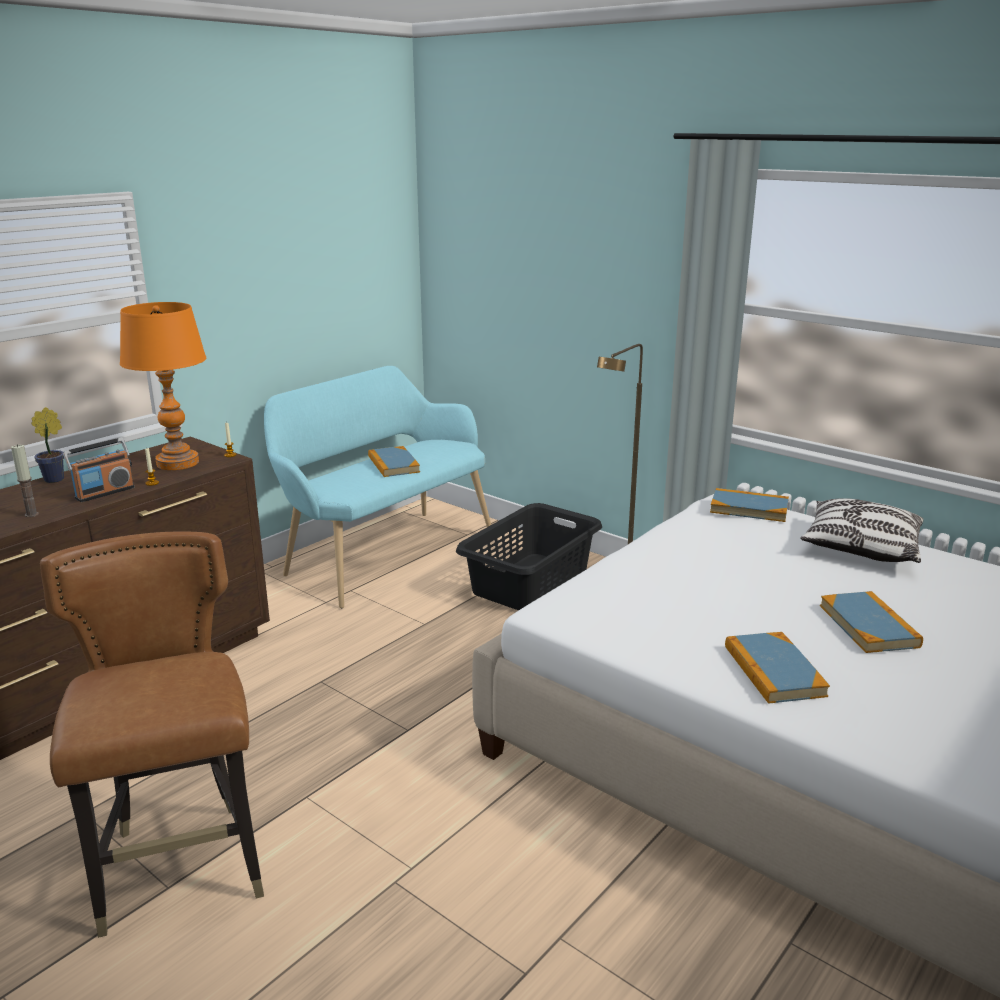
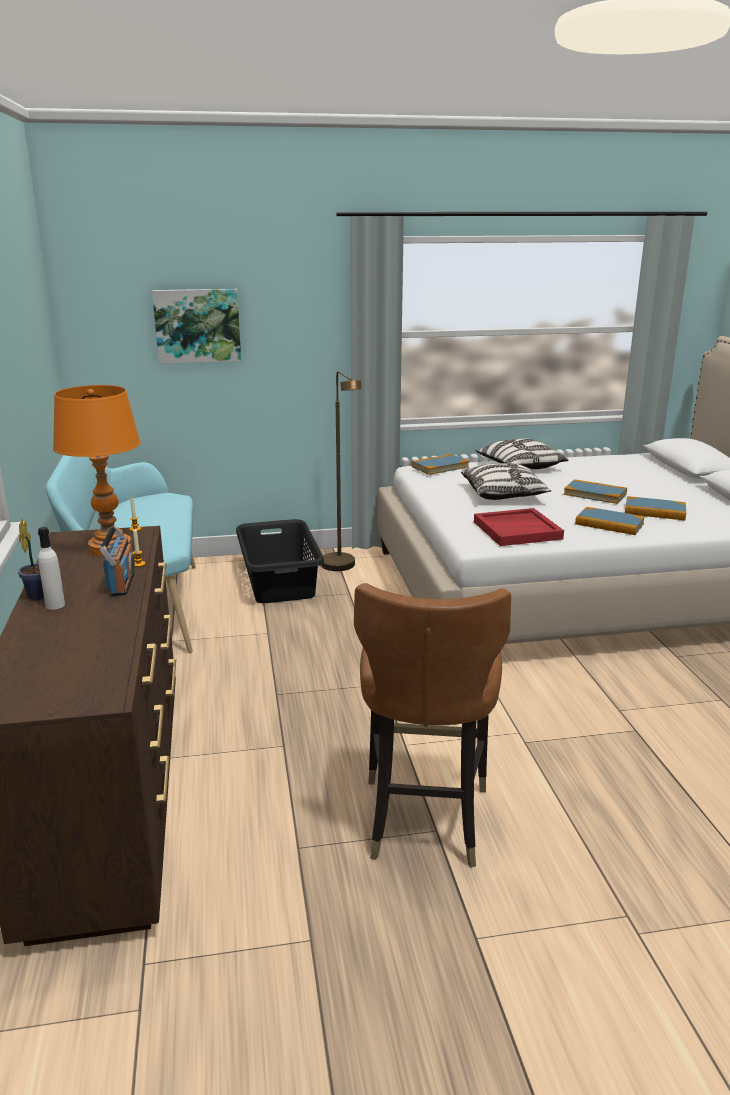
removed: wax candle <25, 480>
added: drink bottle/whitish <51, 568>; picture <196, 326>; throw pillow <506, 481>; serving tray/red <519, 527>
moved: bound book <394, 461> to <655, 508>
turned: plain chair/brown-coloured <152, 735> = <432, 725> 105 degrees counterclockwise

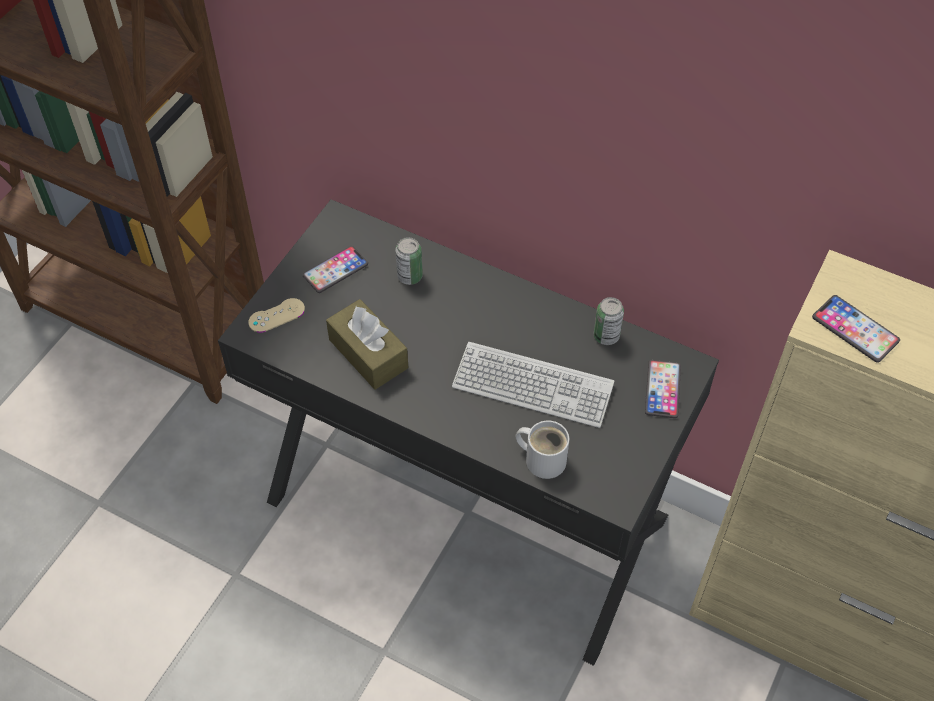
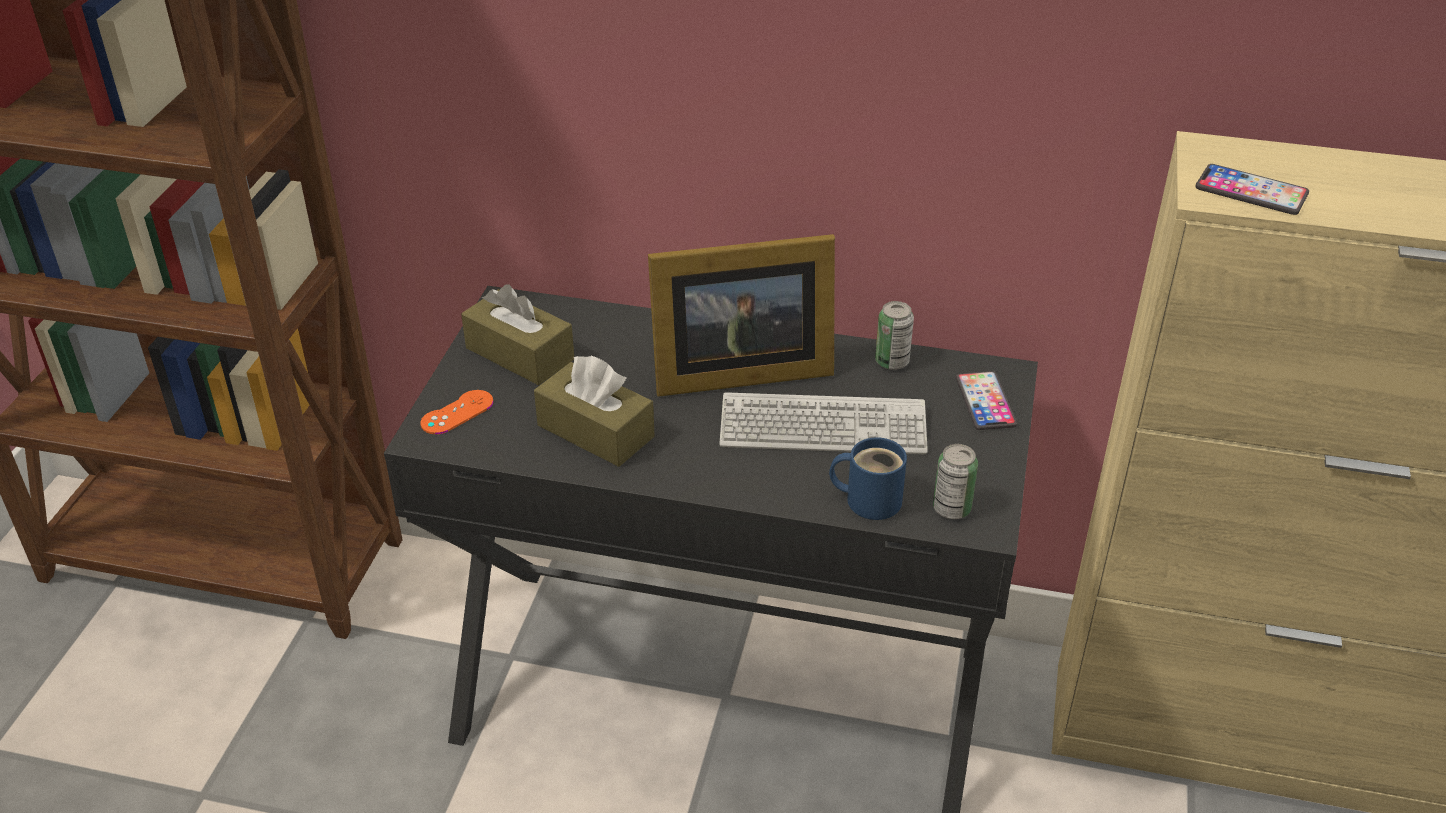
added: standing frame <741, 315>
moved: can <409, 261> to <955, 481>
replaced: handset <335, 269> to box of tissues/brown-coloured <517, 334>
recoloured: joypad/beige <276, 315> to joypad/orangey <457, 412>; mug/whitish <543, 450> to mug/blue-coloured <868, 478>

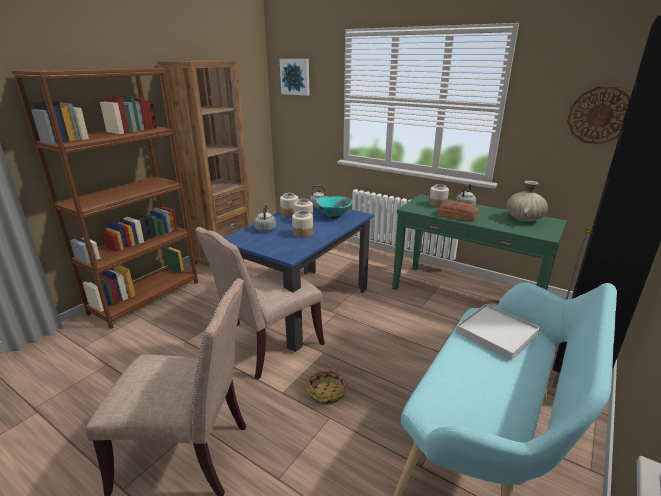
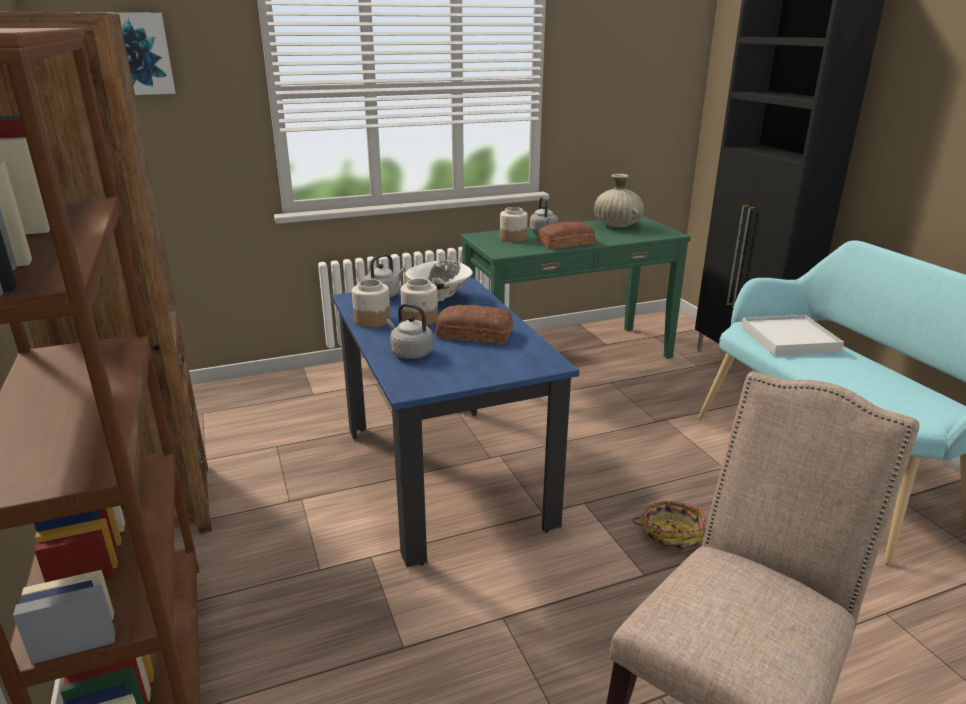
removed: plain chair/beige <260, 303>; hanging clock <598, 115>
replaced: storage jar <302, 224> to baked bread <474, 324>
recoloured: bowl/turquoise-coloured <333, 207> to bowl/whitish <439, 281>

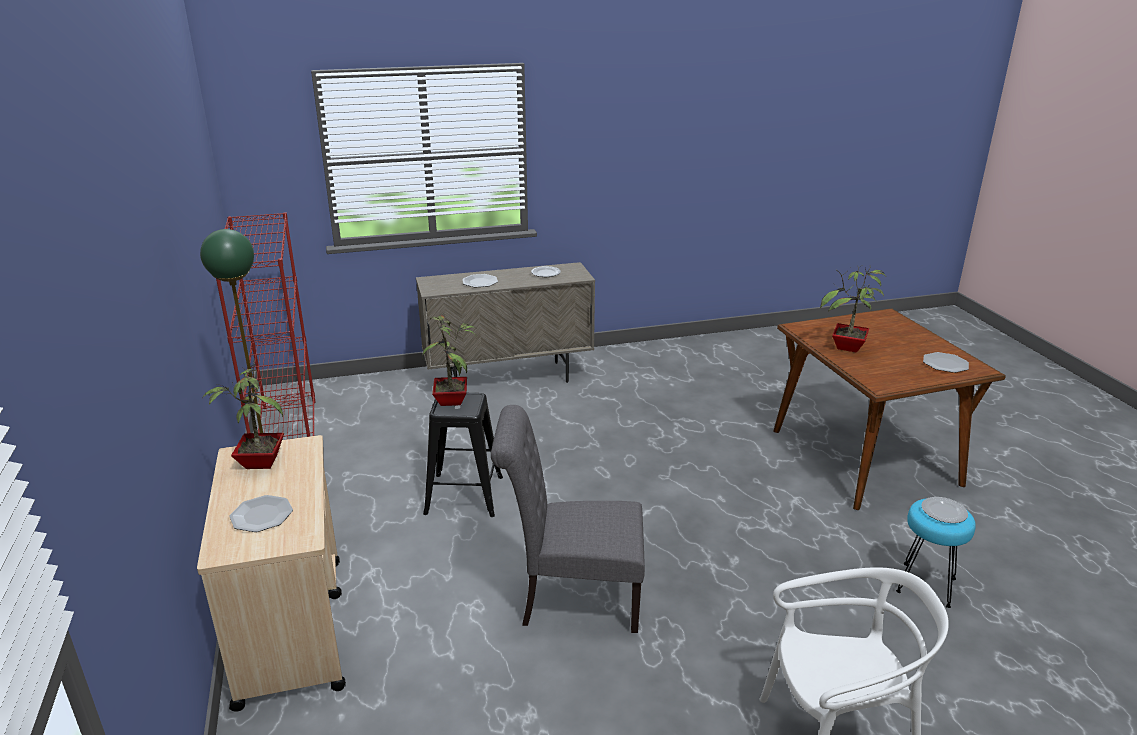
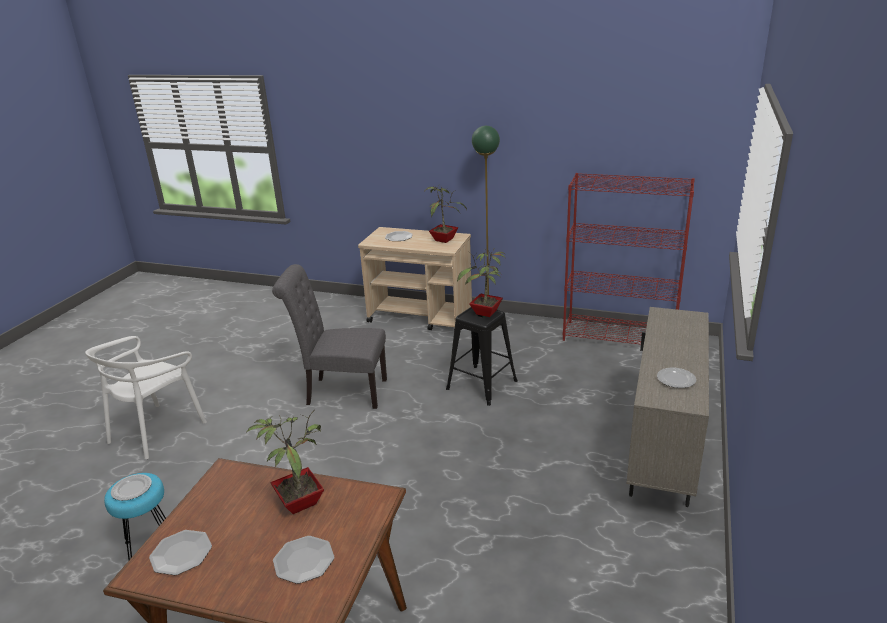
moved: dinner plate <480, 280> to <303, 560>
turned: plain chair/gray <568, 519> = <329, 336> 120 degrees counterclockwise

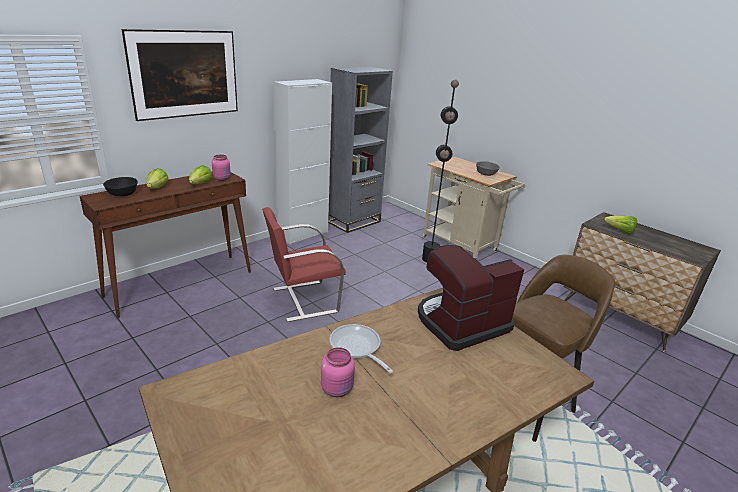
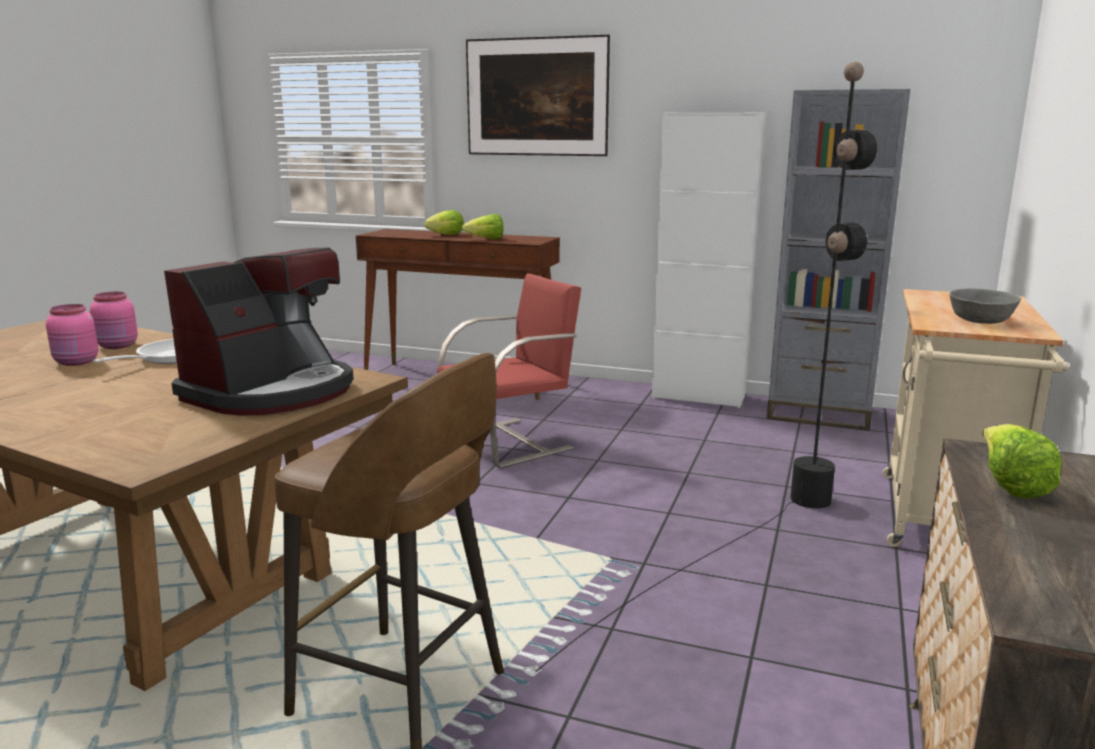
removed: bowl/black <120, 186>
moved: storage jar/pinkish <221, 168> to <114, 320>
turned: coffee machine <471, 298> = <259, 331> 90 degrees clockwise; plain chair/red <304, 264> = <509, 370> 105 degrees clockwise

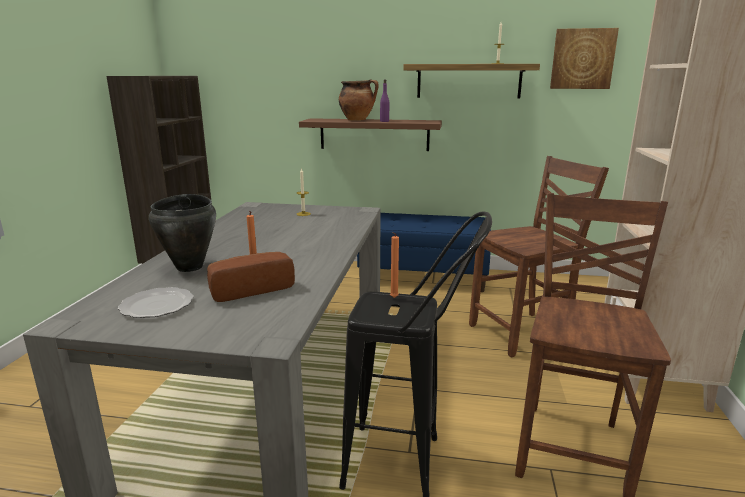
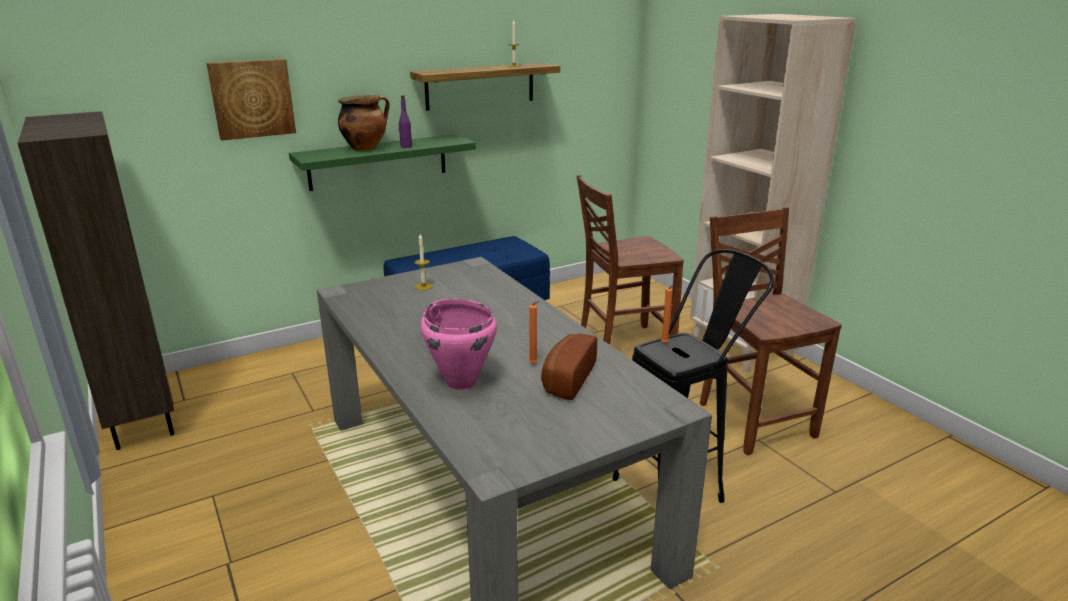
removed: dinner plate <156, 302>
moved: picture <584, 58> to <251, 100>
recoloured: bracket shelf/brown-coloured <370, 134> to bracket shelf/green <382, 162>; stockpot/black <182, 233> to stockpot/pinkish <459, 344>
turned: plain chair/brown-coloured <539, 257> = <630, 260> 135 degrees counterclockwise

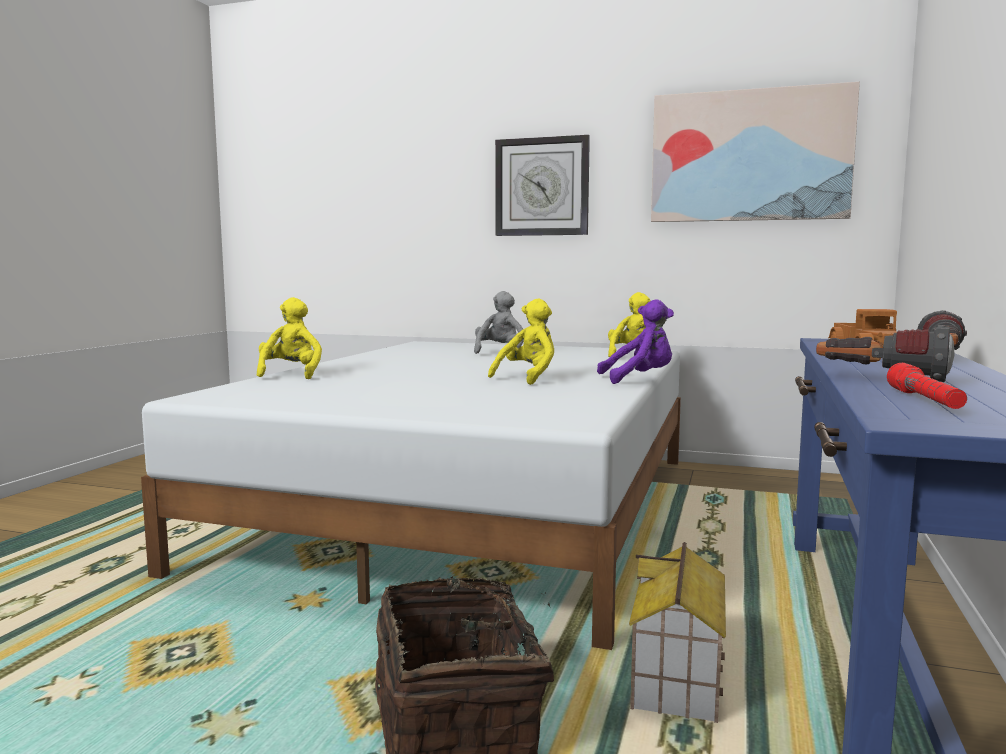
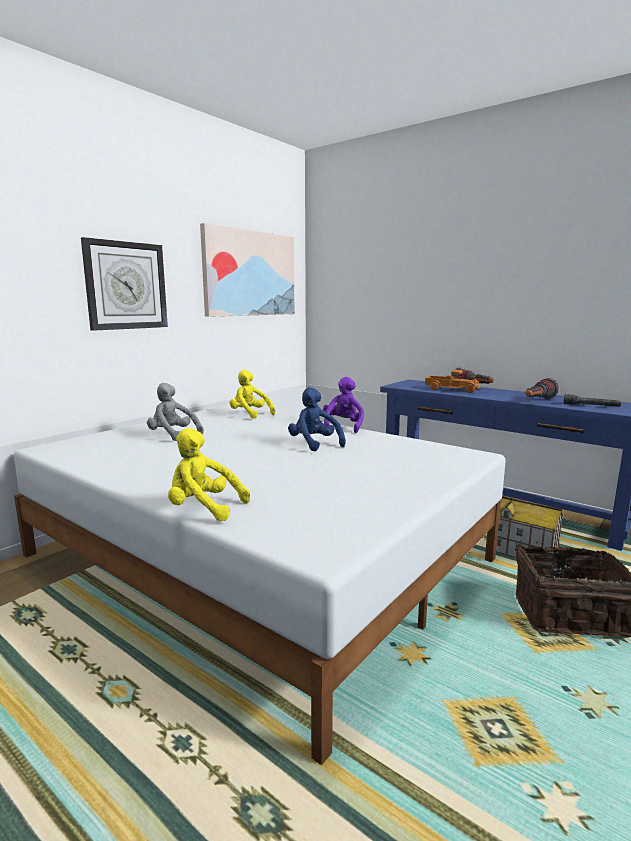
recoloured: soft toy/yellow-coloured <521, 342> to soft toy/blue-coloured <317, 419>; hand torch/red <927, 386> to hand torch/gray <592, 400>

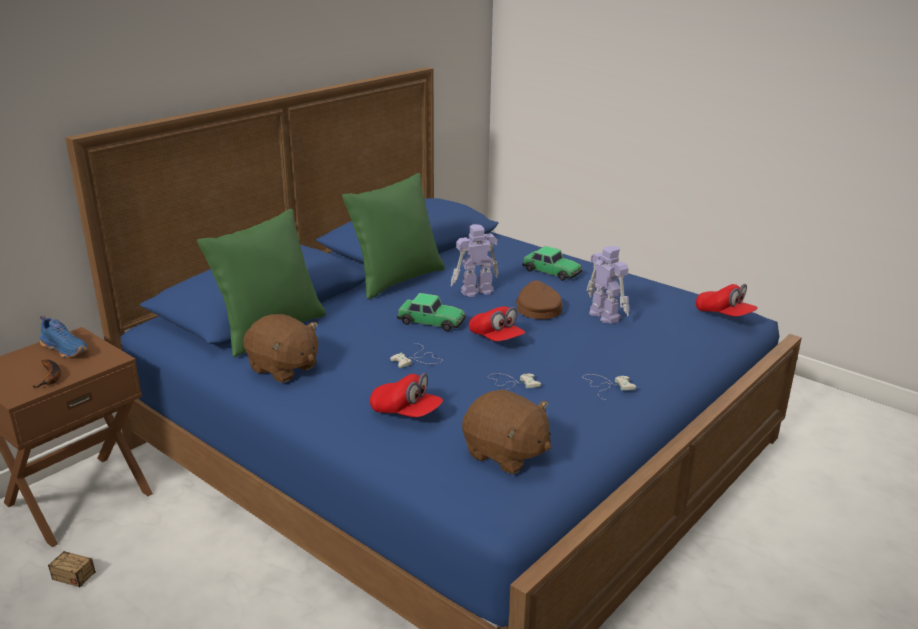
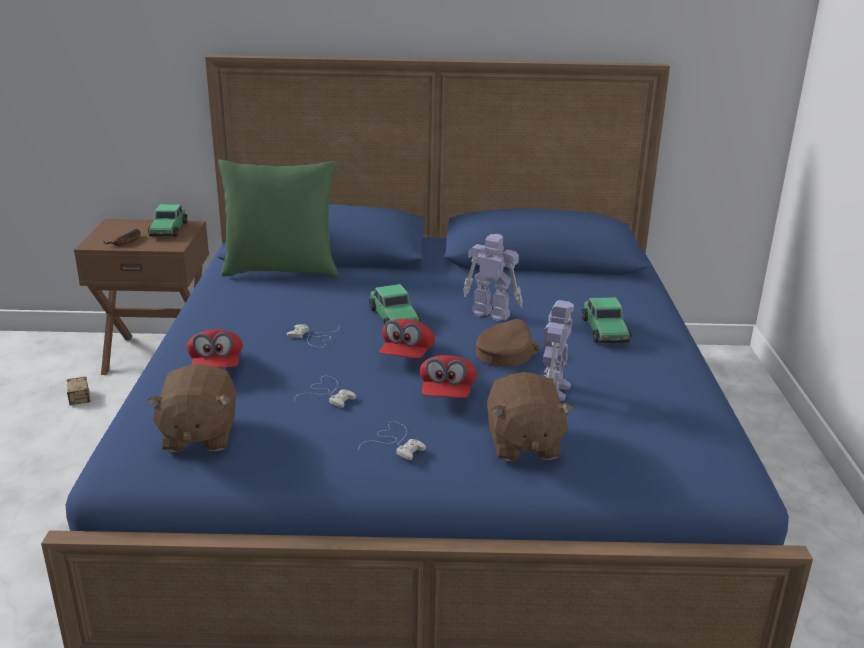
removed: throw pillow/green <393, 236>
moved: baseball cap/red <726, 300> to <448, 376>; soft toy/brown-coloured <280, 348> to <530, 416>
replaced: low shoe/blue-coloured <64, 336> to miniature car <168, 220>

